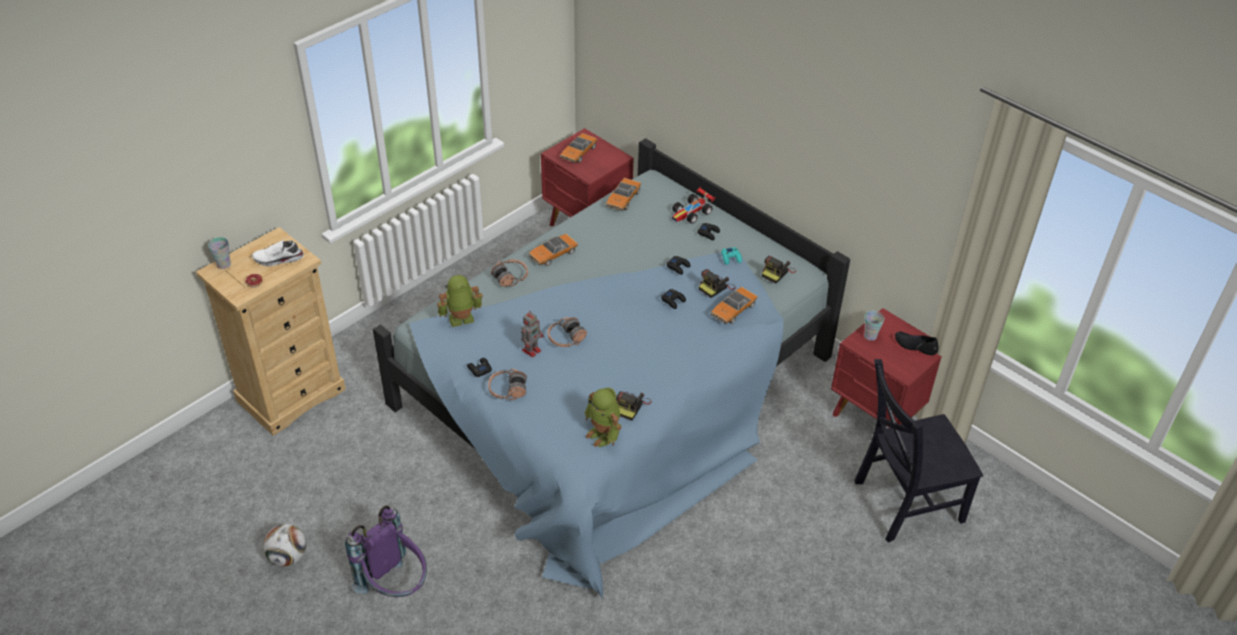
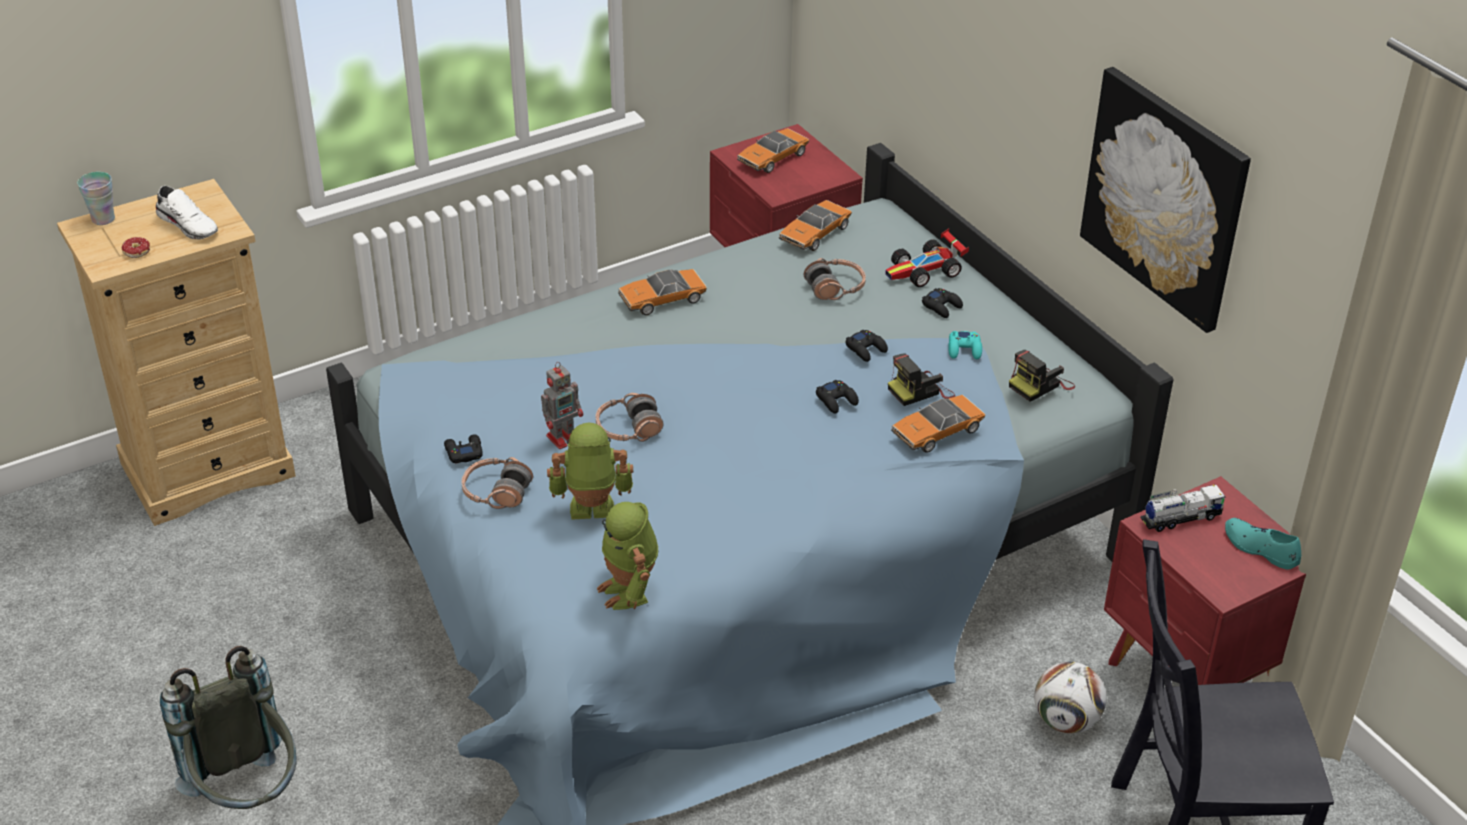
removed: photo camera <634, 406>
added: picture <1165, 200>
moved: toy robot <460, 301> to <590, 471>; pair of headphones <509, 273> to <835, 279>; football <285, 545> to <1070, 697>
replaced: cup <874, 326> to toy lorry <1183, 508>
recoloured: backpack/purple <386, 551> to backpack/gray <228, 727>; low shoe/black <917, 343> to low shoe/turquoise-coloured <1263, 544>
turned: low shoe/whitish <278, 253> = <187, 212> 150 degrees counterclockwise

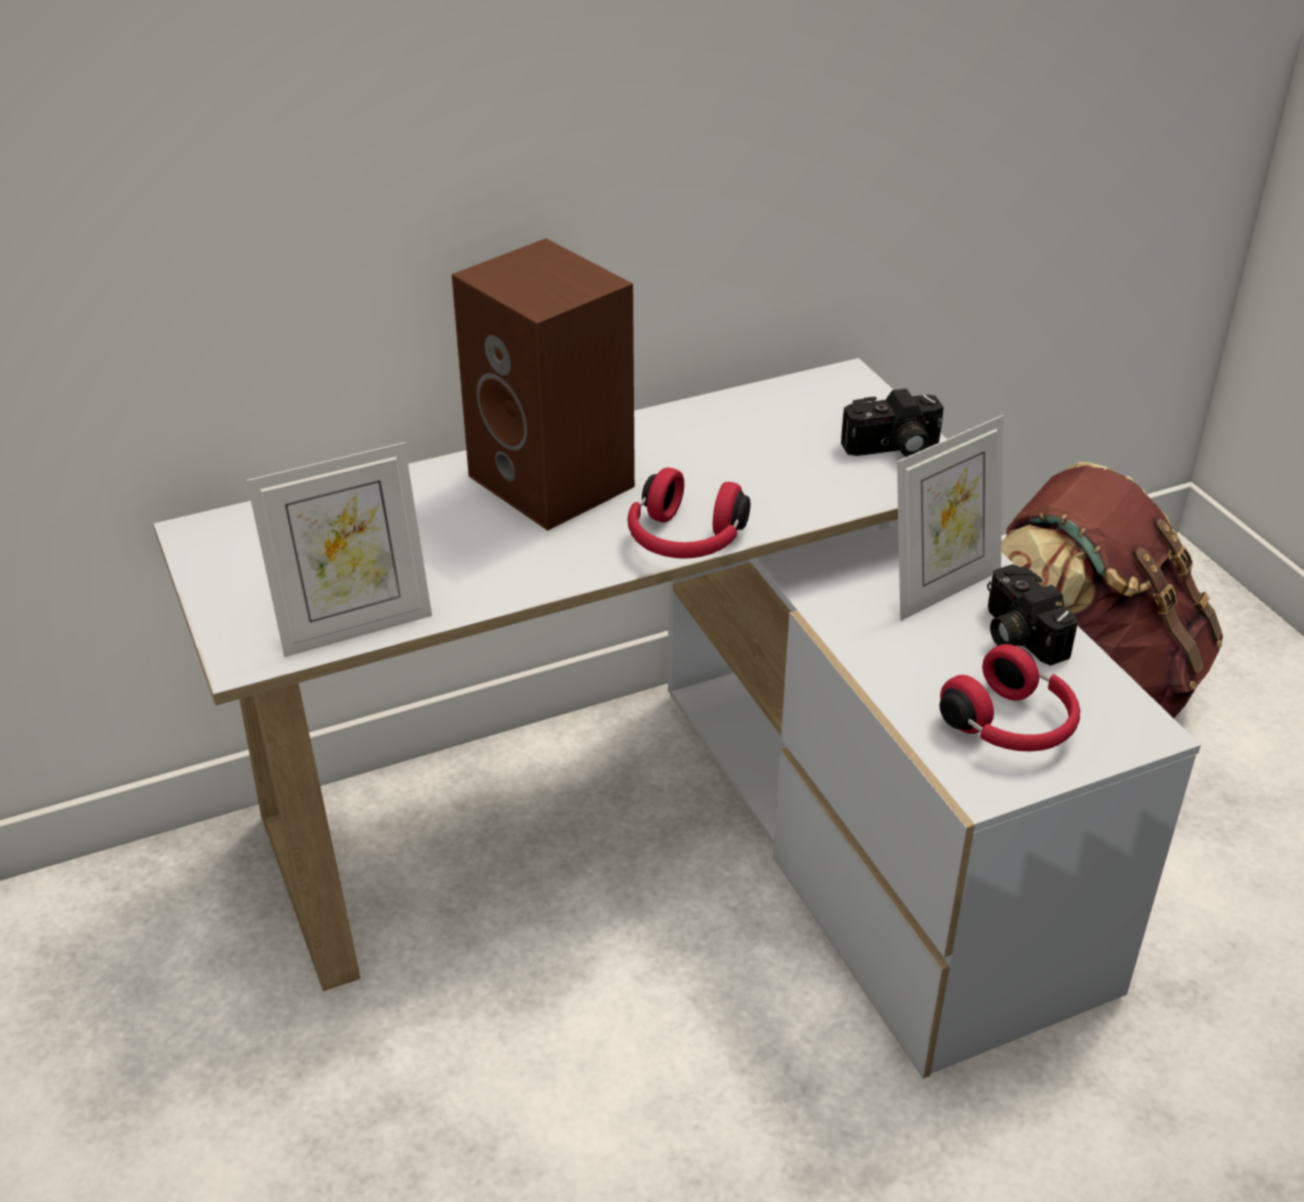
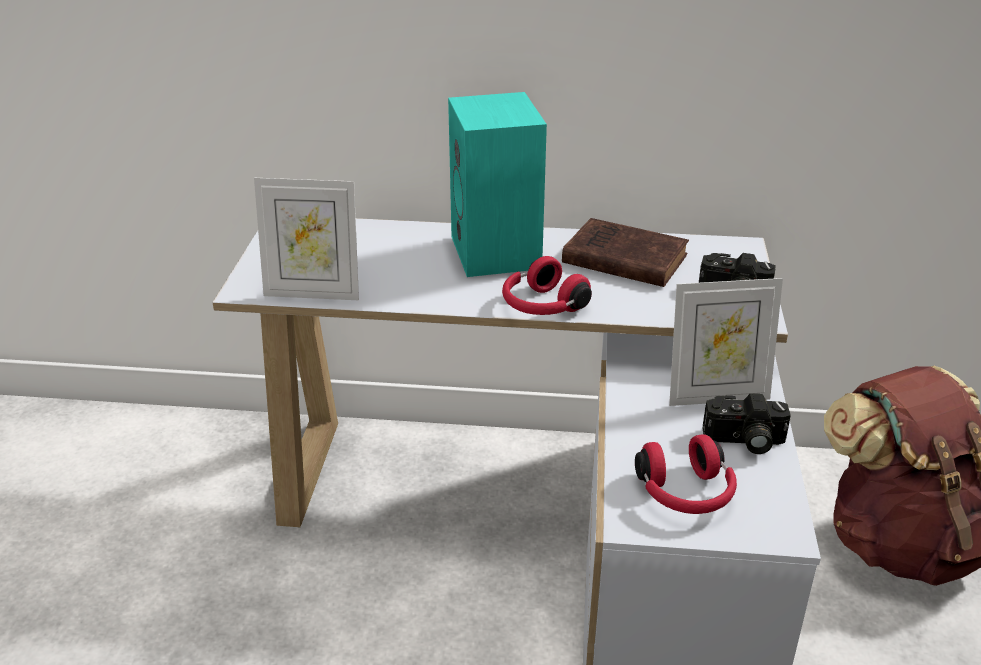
added: bound book/brown-coloured <625, 252>
recoloured: speaker/brown-coloured <543, 384> to speaker/turquoise-coloured <497, 184>
turned: photo camera <1032, 615> = <747, 423> 90 degrees counterclockwise

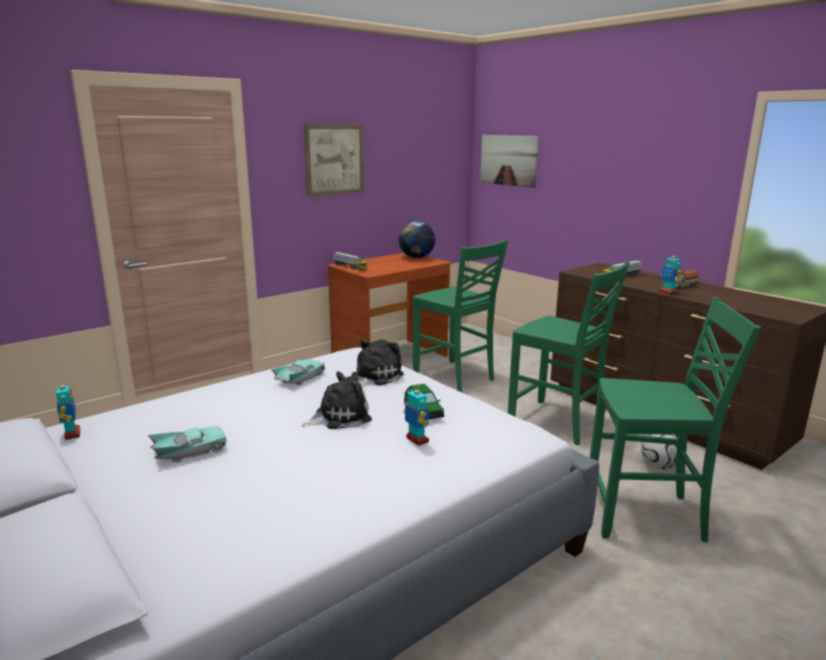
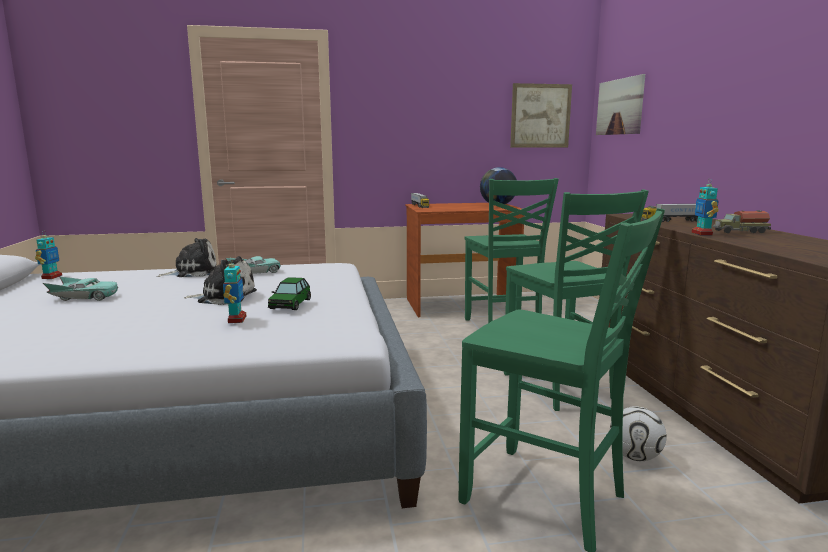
moved: soft toy <377, 362> to <186, 257>; picture <334, 160> to <541, 115>

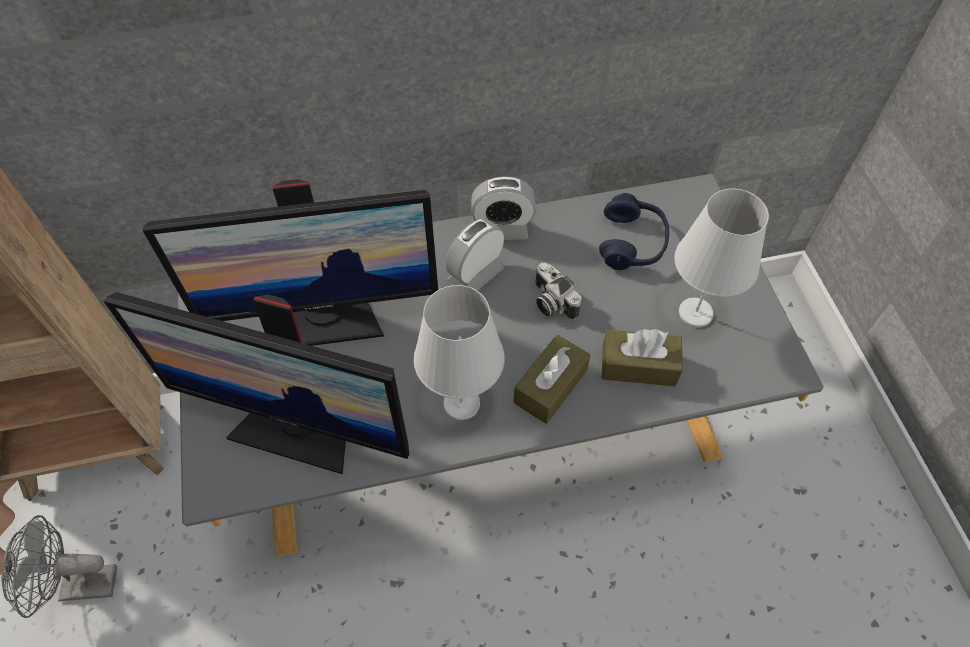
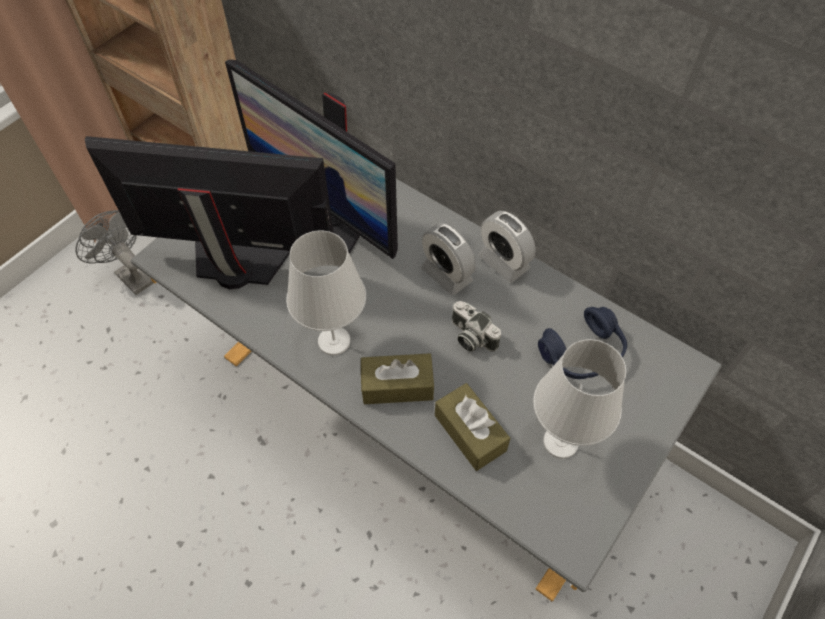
turned: computer display <256, 383> = <209, 212> 120 degrees clockwise; alarm clock <475, 254> = <448, 259> 135 degrees counterclockwise; photo camera <558, 291> = <476, 326> 60 degrees counterclockwise

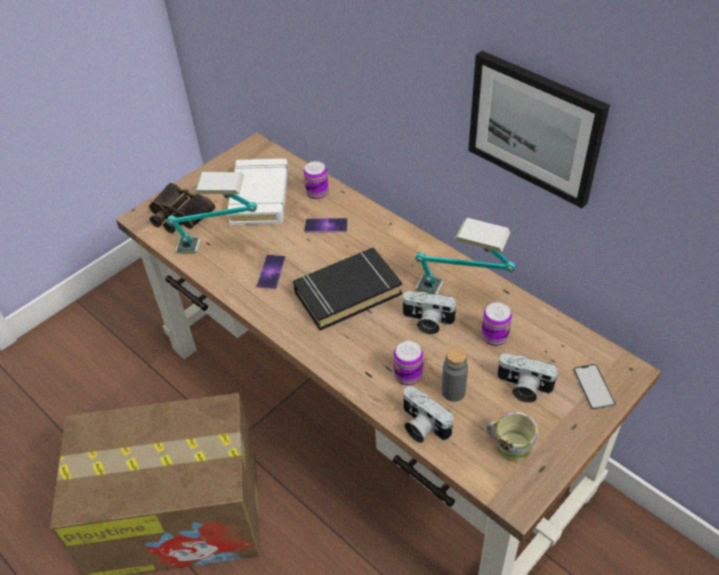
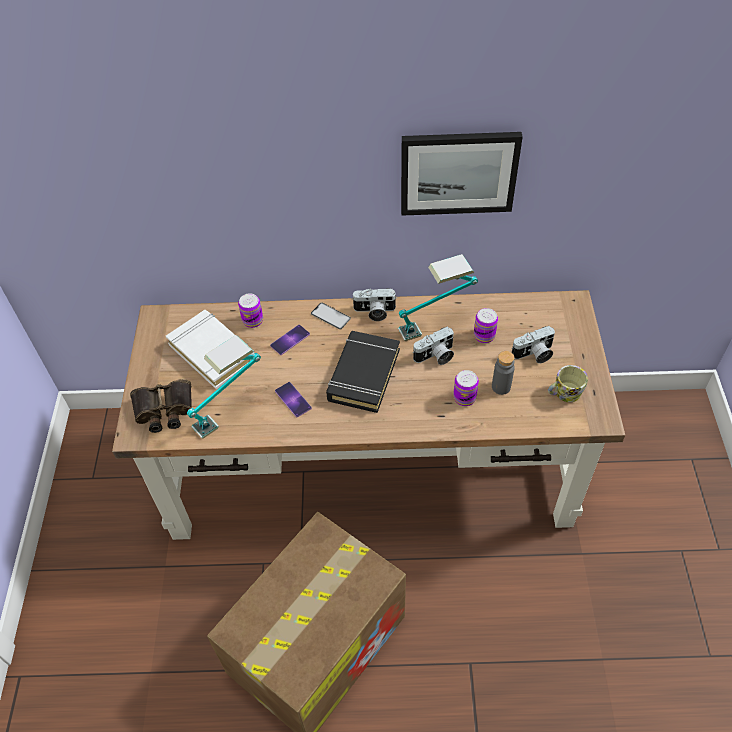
moved: handset <594, 387> to <331, 316>; photo camera <428, 414> to <374, 304>

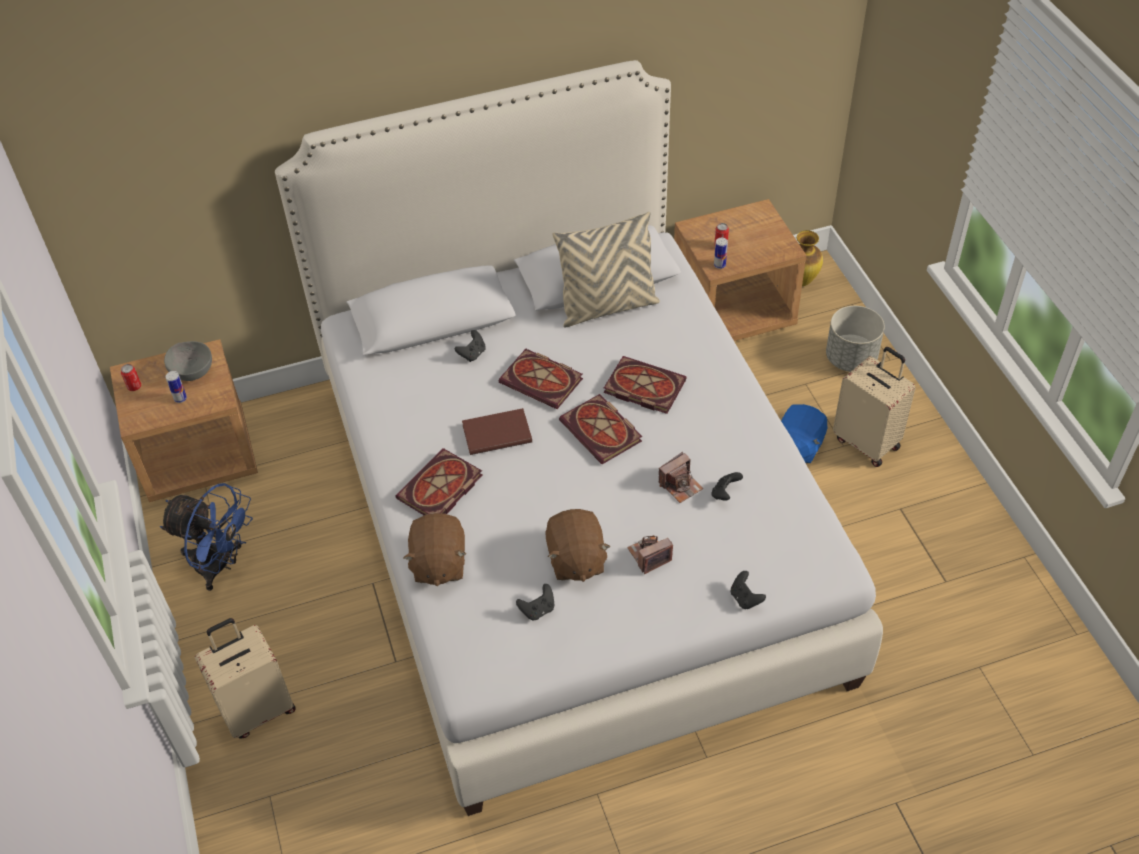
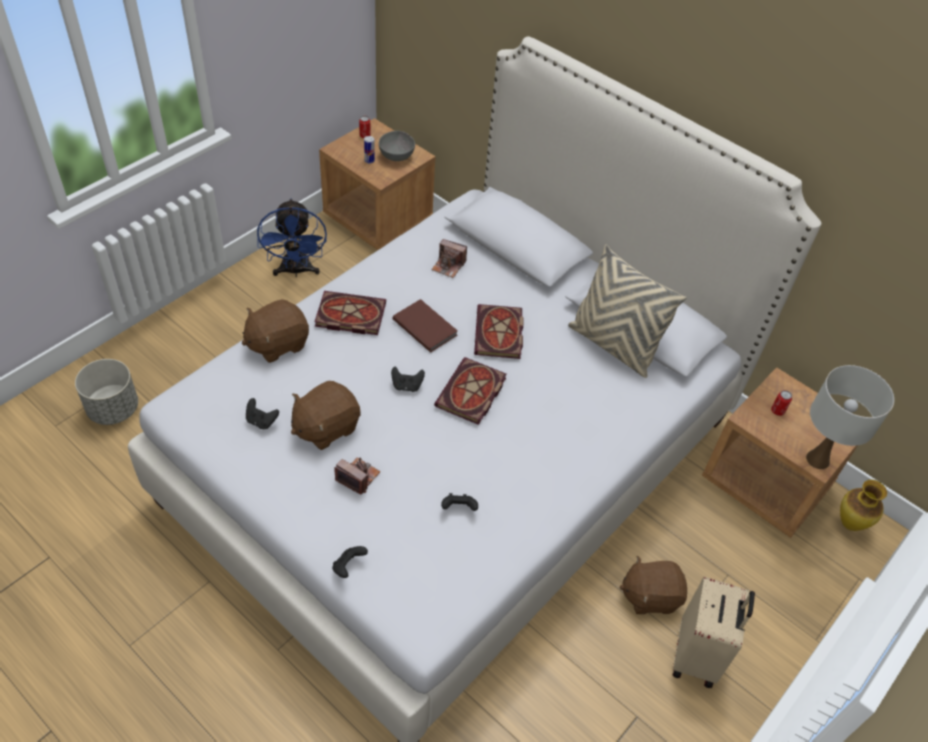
removed: piece of luggage/beige <245, 678>; bound book <645, 385>; can <721, 253>
added: lamp for a table/whitish <850, 417>
moved: plant pot/gray <855, 339> to <106, 392>; joypad/black <470, 346> to <408, 379>; photo camera <681, 477> to <449, 258>
recoloured: soft toy/blue-coloured <804, 433> to soft toy/brown-coloured <653, 585>

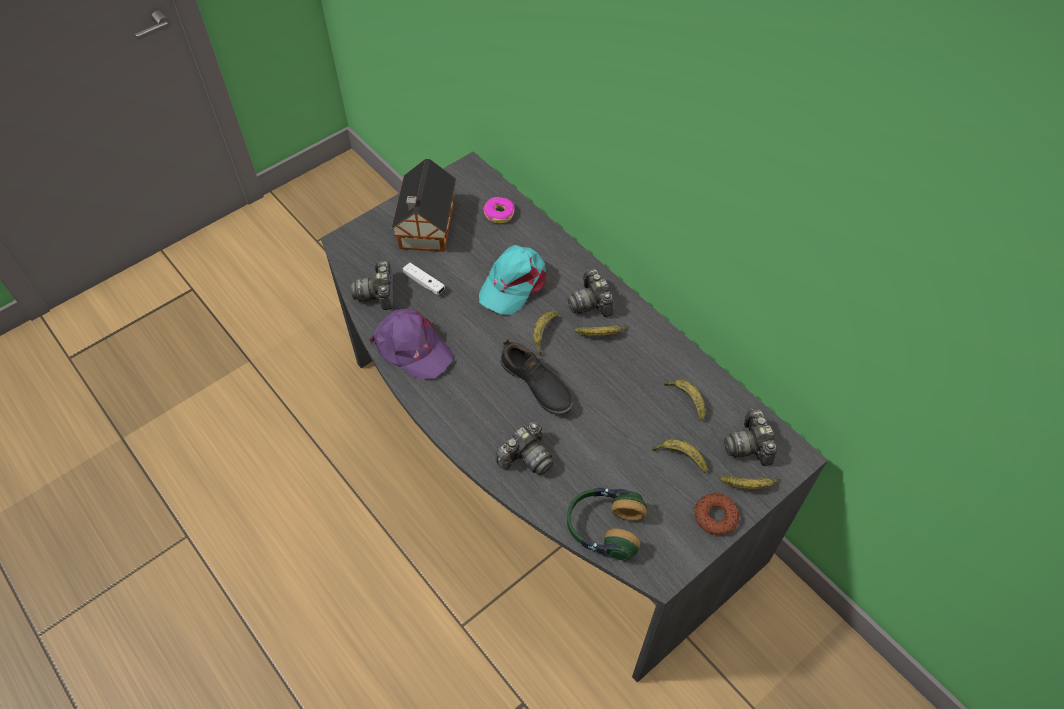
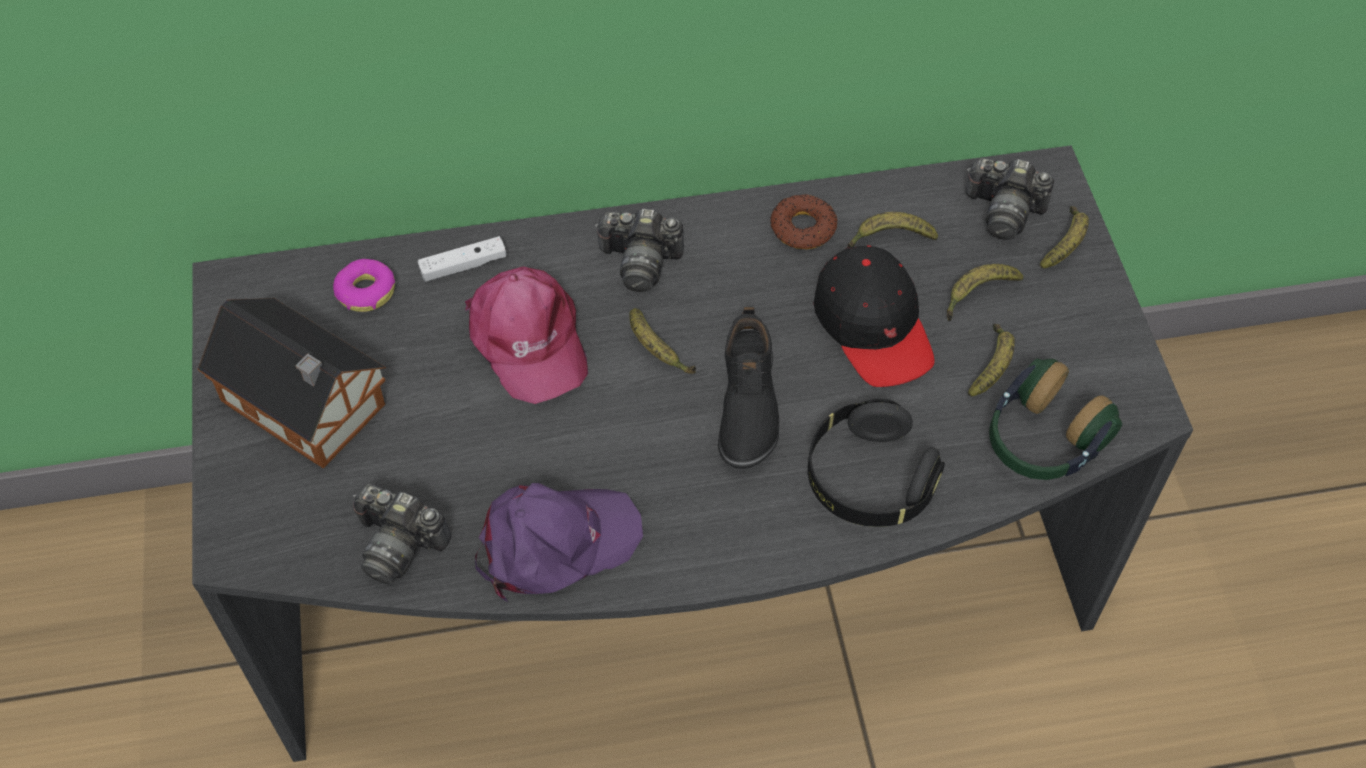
added: baseball cap/black <874, 316>
moved: joypad/whitish <424, 279> to <462, 259>; donut <716, 514> to <803, 221>; banana <601, 330> to <991, 360>
replaced: photo camera <524, 448> to pair of headphones/black <876, 462>
recoloured: baseball cap/turquoise-coloured <512, 280> to baseball cap/pinkish <526, 335>
turned: low shoe/black <536, 377> = <749, 388> 105 degrees clockwise

